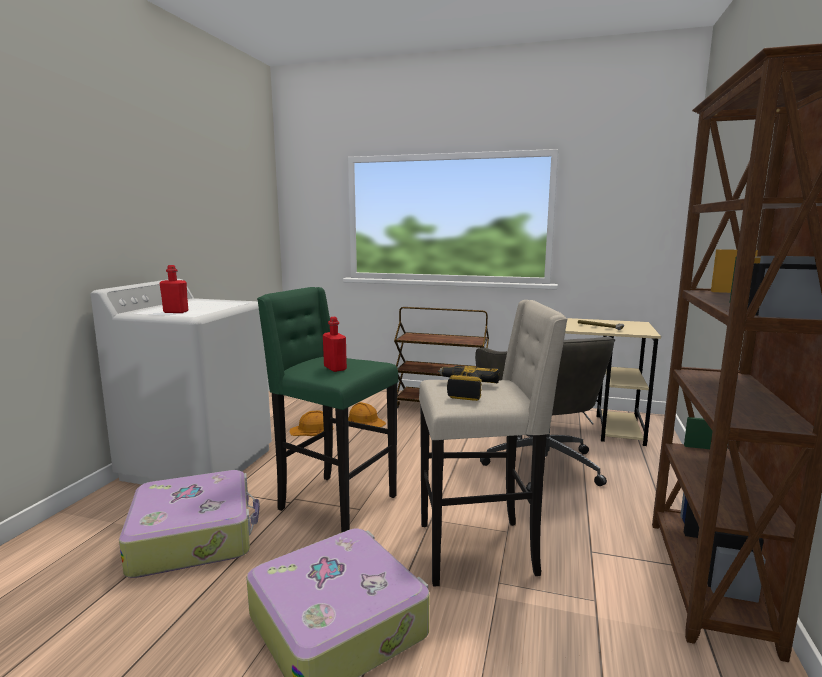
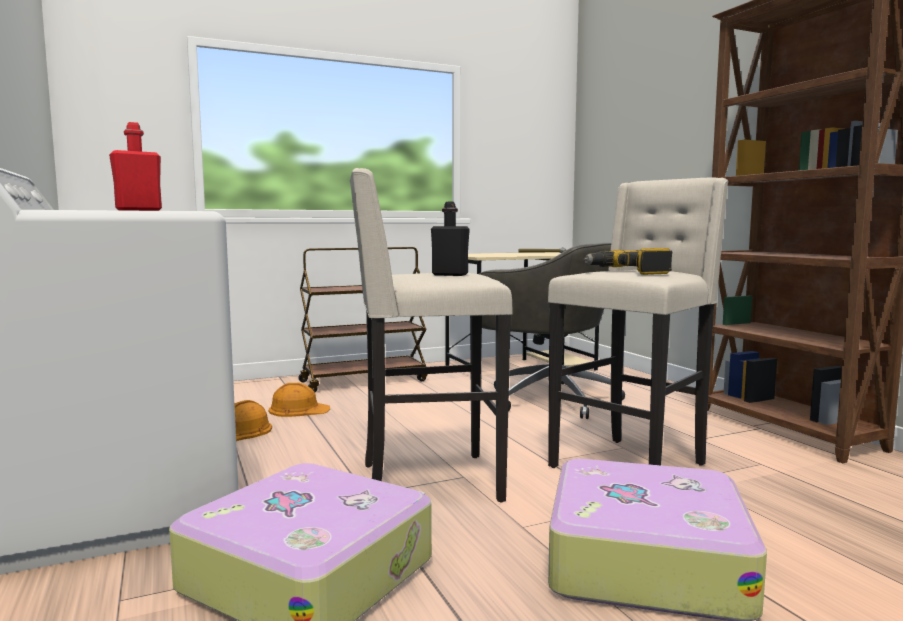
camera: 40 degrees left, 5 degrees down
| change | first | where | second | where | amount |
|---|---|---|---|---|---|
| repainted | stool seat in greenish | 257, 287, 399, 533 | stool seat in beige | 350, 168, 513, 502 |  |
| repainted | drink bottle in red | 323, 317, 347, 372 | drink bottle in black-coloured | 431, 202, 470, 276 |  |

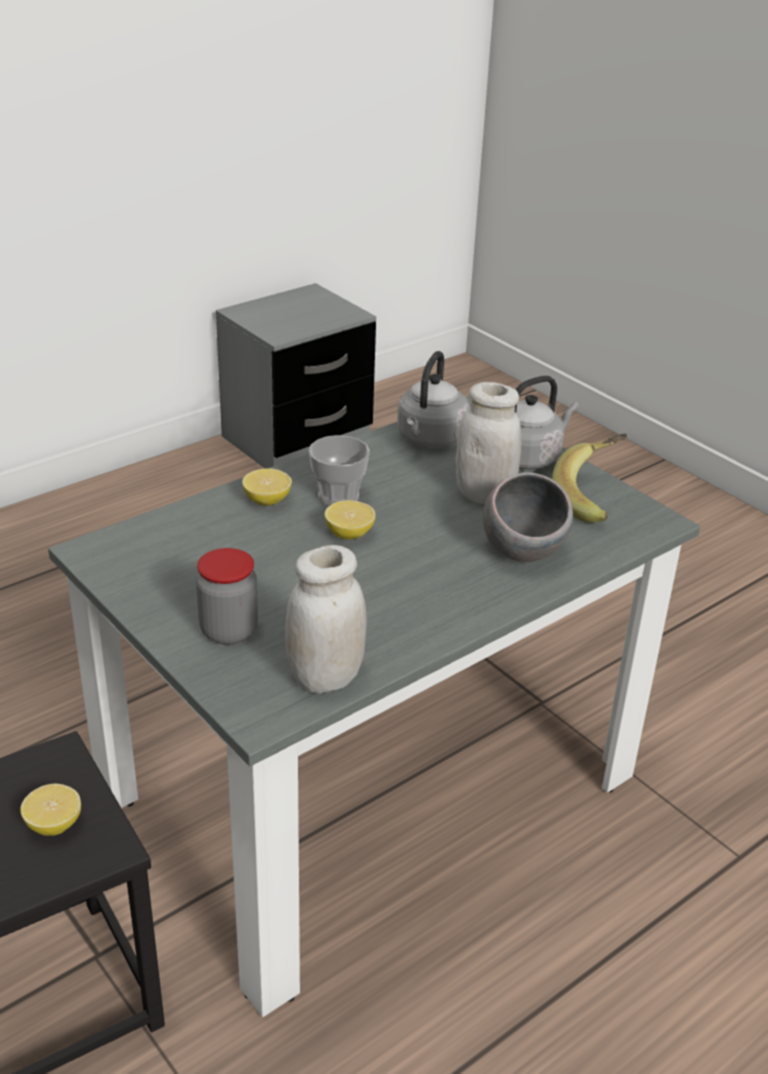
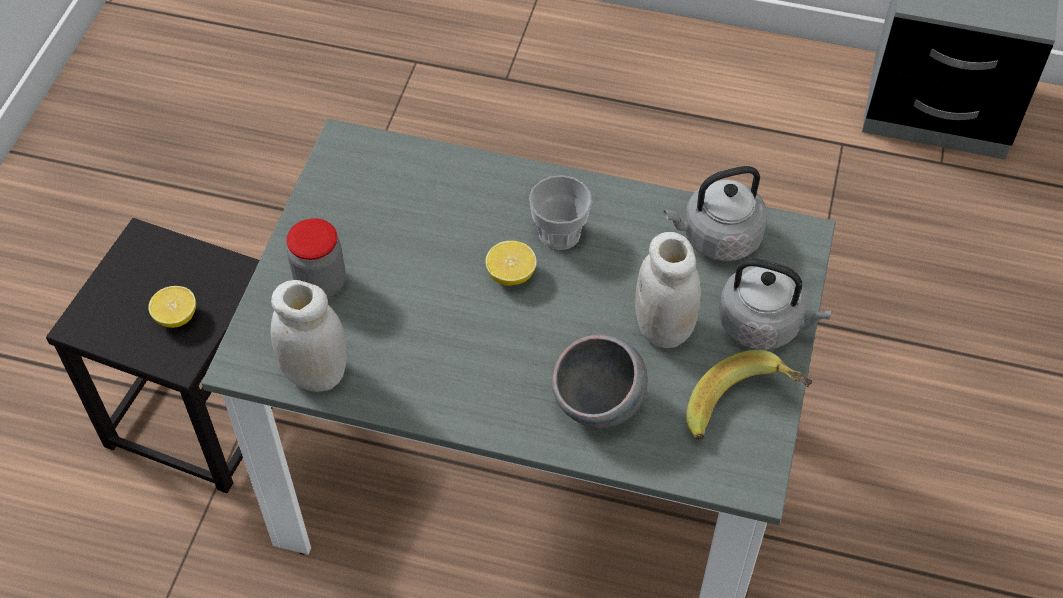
camera: 55 degrees right, 20 degrees up
| change | first | where | second | where | amount |
|---|---|---|---|---|---|
| gone | citrus fruit | 242, 468, 292, 506 |  |  |  |

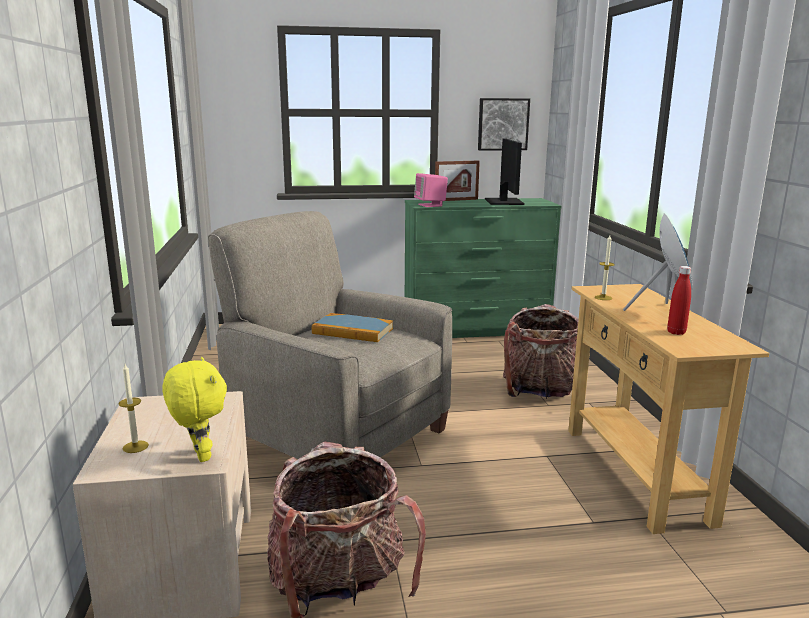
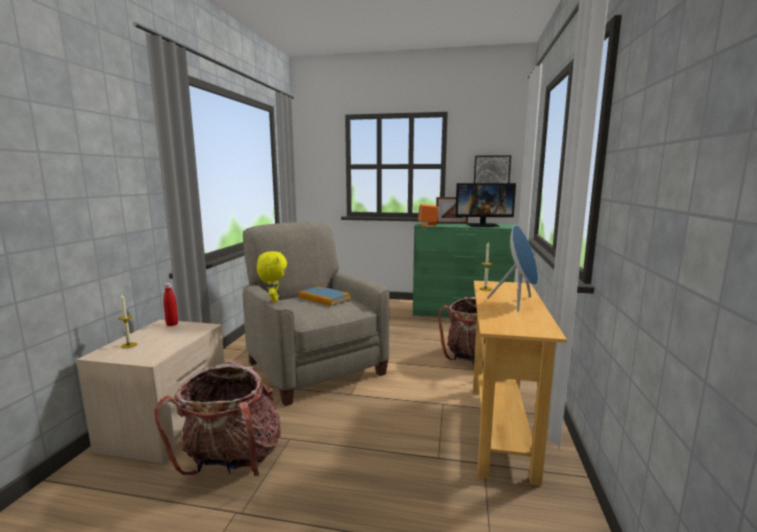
camera: 20 degrees right, 5 degrees down
| change | first | where | second | where | amount |
|---|---|---|---|---|---|
| shifted | cuddly toy in yellow | 162, 357, 227, 462 |  | 257, 251, 287, 302 |  |
| repainted | loudspeaker in pinkish | 414, 173, 448, 207 | loudspeaker in orangey | 418, 204, 438, 226 |  |
| rotated | computer screen | 485, 139, 525, 205 |  | 455, 183, 516, 227 | 75 degrees clockwise |
| shifted | drink bottle in red | 667, 266, 691, 335 |  | 163, 283, 178, 326 |  |

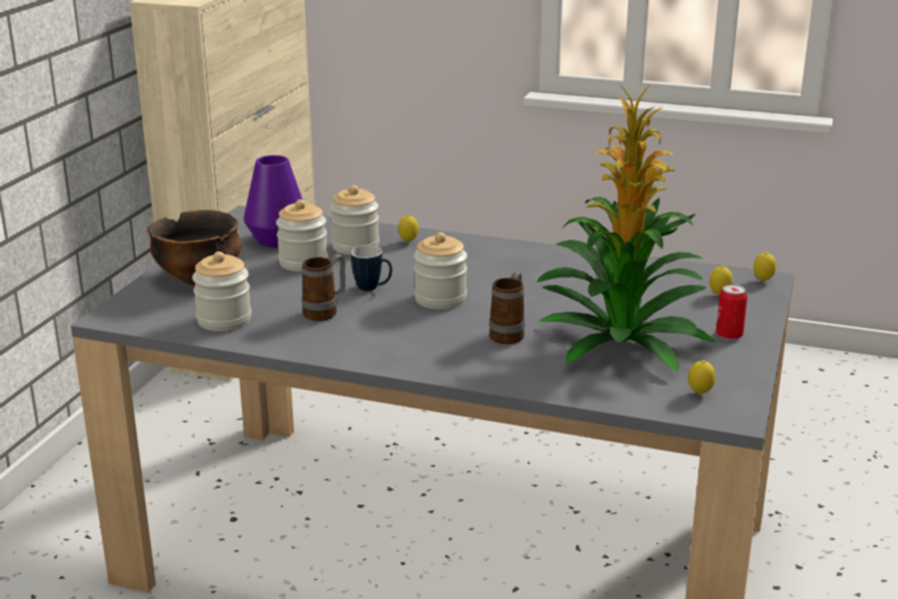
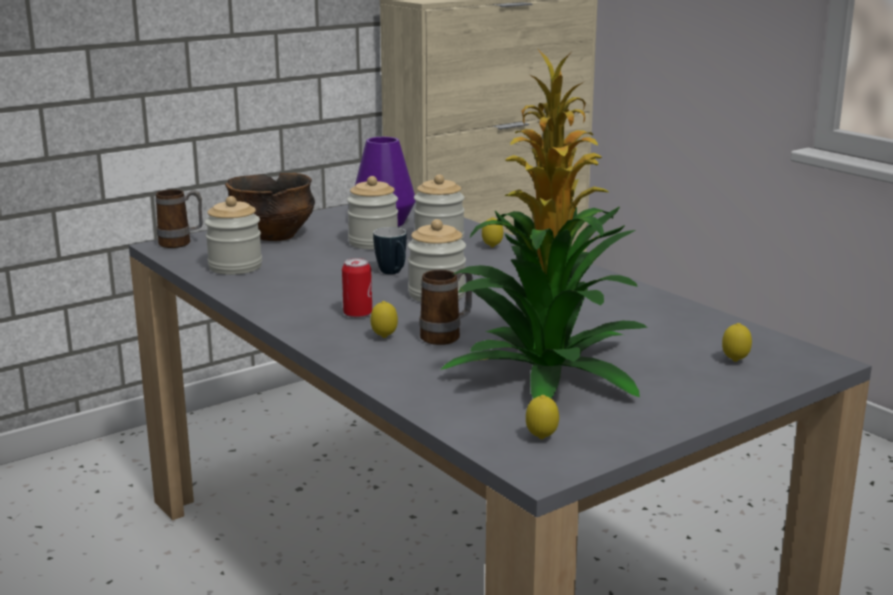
camera: 35 degrees right, 5 degrees down
| change | first | where | second | where | amount |
|---|---|---|---|---|---|
| shifted | tea mug | 302, 254, 345, 321 |  | 156, 189, 203, 248 |  |
| shifted | can | 716, 284, 748, 340 |  | 342, 258, 372, 318 |  |
| shifted | citrus fruit | 753, 252, 776, 281 |  | 370, 301, 398, 338 |  |

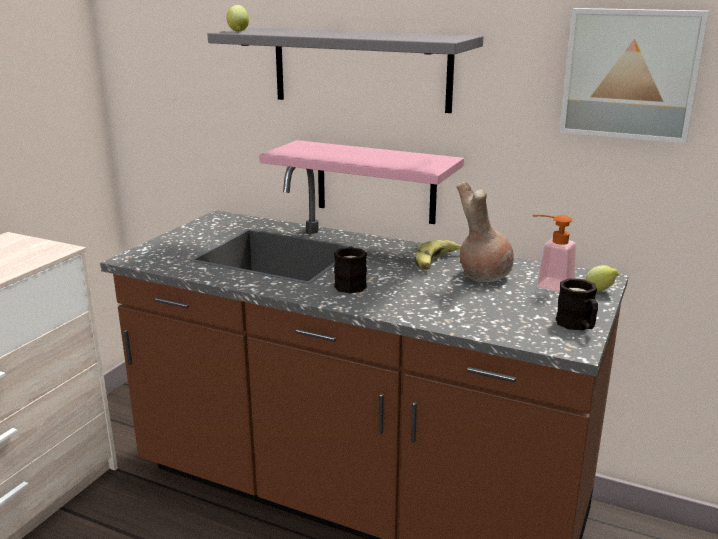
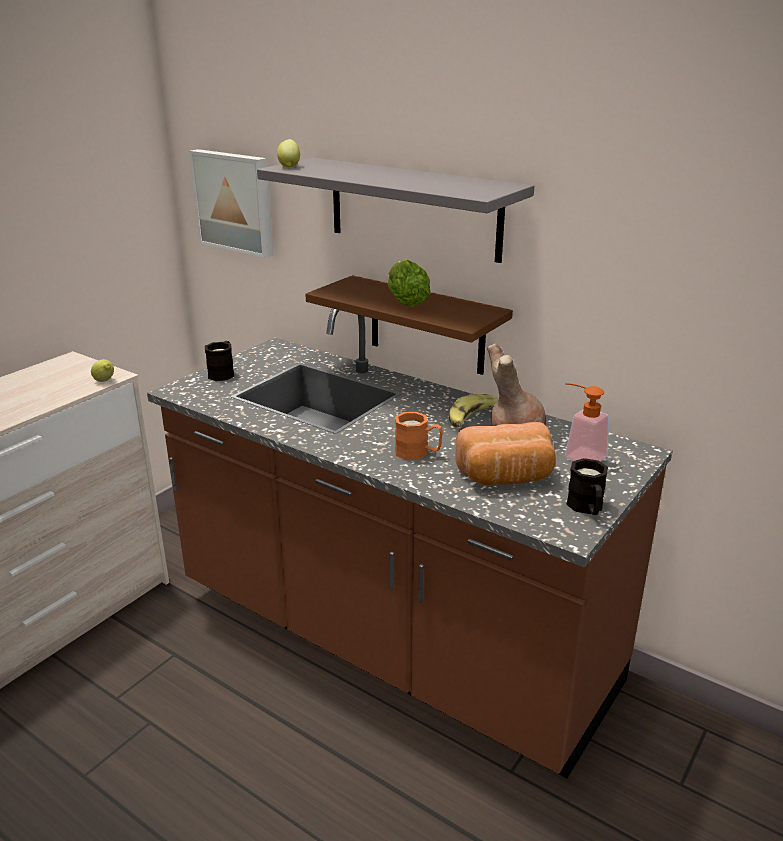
camera: 10 degrees right, 5 degrees up
| change | first | where | second | where | amount |
|---|---|---|---|---|---|
| repainted | bracket shelf in pinkish | 259, 140, 464, 224 | bracket shelf in brown-coloured | 305, 275, 513, 375 |  |
| shifted | tea mug in black-coloured | 334, 246, 367, 294 |  | 205, 341, 234, 381 |  |
| shifted | wall picture | 559, 8, 709, 143 |  | 189, 149, 273, 258 |  |
| shifted | citrus fruit | 585, 265, 619, 292 |  | 91, 359, 114, 382 |  |
| new |  |  | lettuce | 388, 260, 431, 307 |  |
| new |  |  | tea mug in orangey | 395, 412, 443, 460 |  |
| new |  |  | bread | 455, 422, 556, 485 |  |

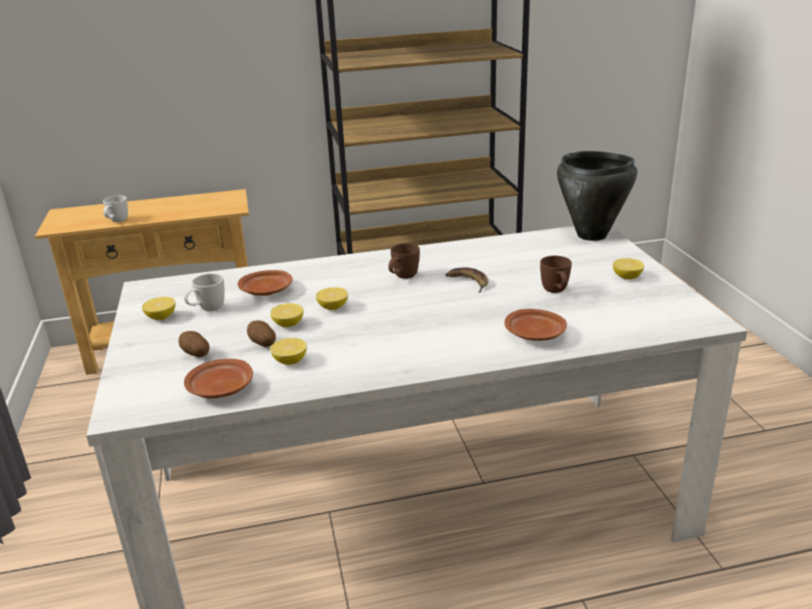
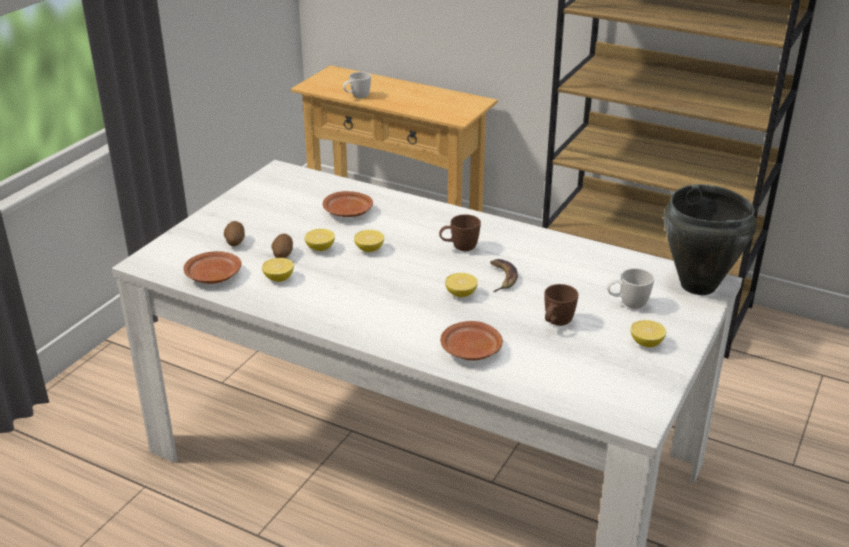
camera: 40 degrees right, 5 degrees up
| change | first | where | second | where | amount |
|---|---|---|---|---|---|
| shifted | citrus fruit | 142, 297, 176, 320 |  | 445, 273, 478, 298 |  |
| shifted | tea mug in whitish | 184, 273, 225, 311 |  | 607, 268, 654, 309 |  |

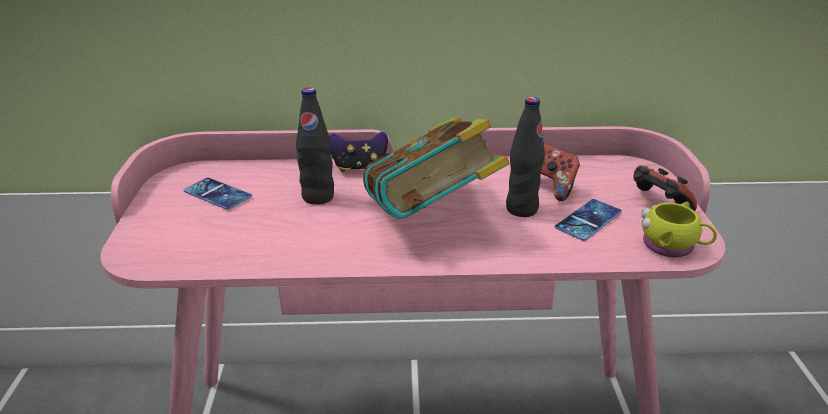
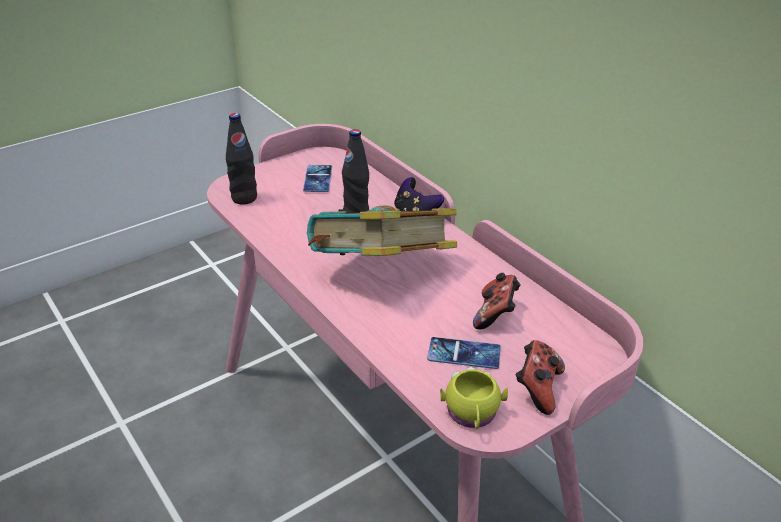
camera: 55 degrees right, 5 degrees up
| change | first | where | second | where | amount |
|---|---|---|---|---|---|
| shifted | drink bottle in black-coloured | 506, 97, 545, 217 |  | 226, 113, 257, 204 |  |

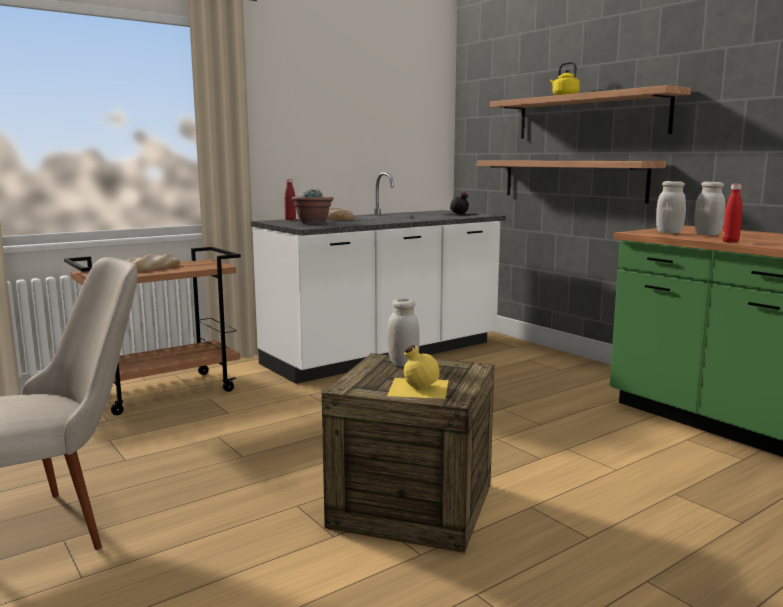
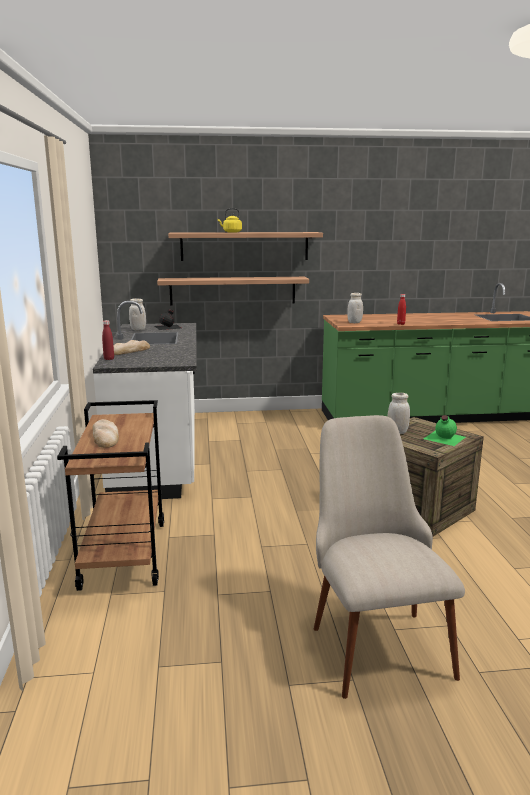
camera: 60 degrees left, 5 degrees up
| change | first | where | second | where | amount |
|---|---|---|---|---|---|
| gone | plant in a pot | 292, 189, 334, 224 |  |  |  |
| repainted | drink bottle in yellow | 387, 345, 448, 399 | drink bottle in greenish | 424, 415, 465, 446 |  |
| shifted | storage jar in whitish | 694, 181, 726, 235 |  | 129, 298, 146, 330 |  |

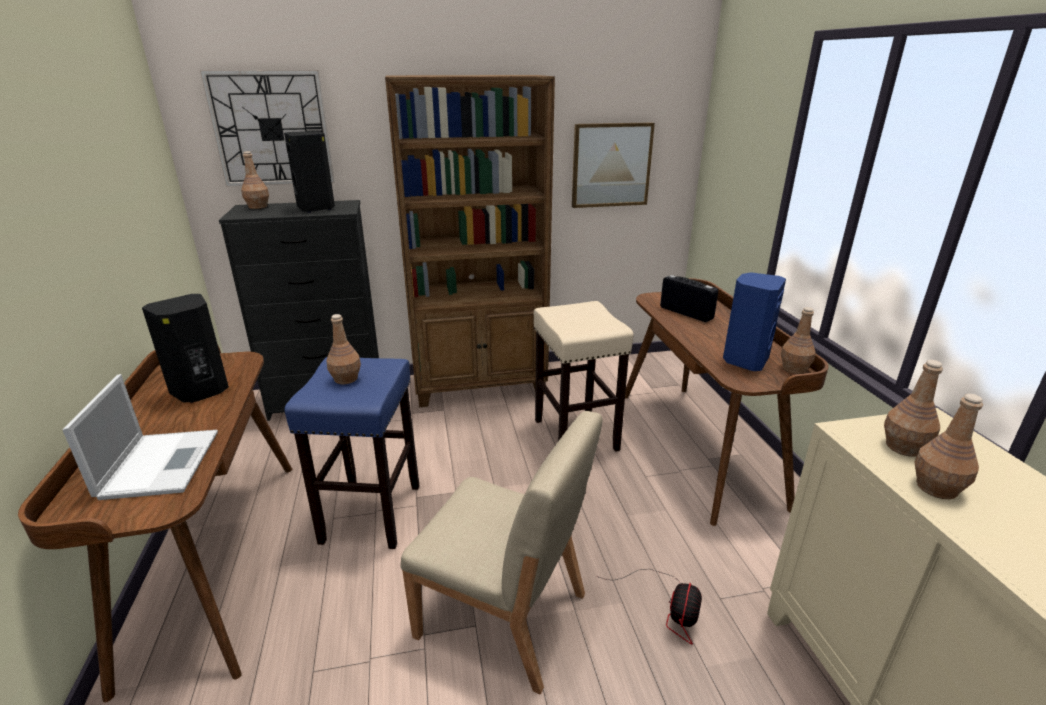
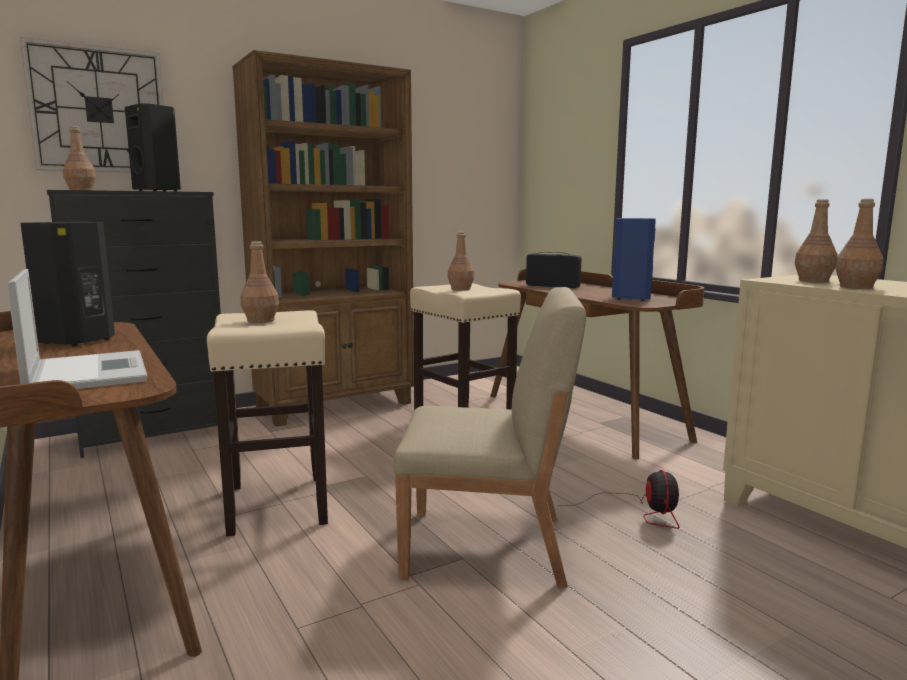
camera: 20 degrees left, 15 degrees down
| change | first | where | second | where | amount |
|---|---|---|---|---|---|
| repainted | stool seat in blue | 284, 357, 420, 549 | stool seat in beige | 207, 310, 328, 536 |  |
| gone | wall picture | 572, 122, 655, 208 |  |  |  |
| shifted | drink bottle in brown-coloured | 781, 307, 816, 374 |  | 448, 232, 474, 291 |  |

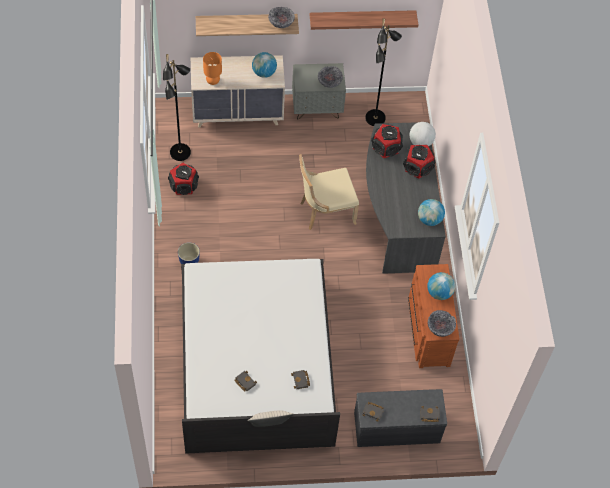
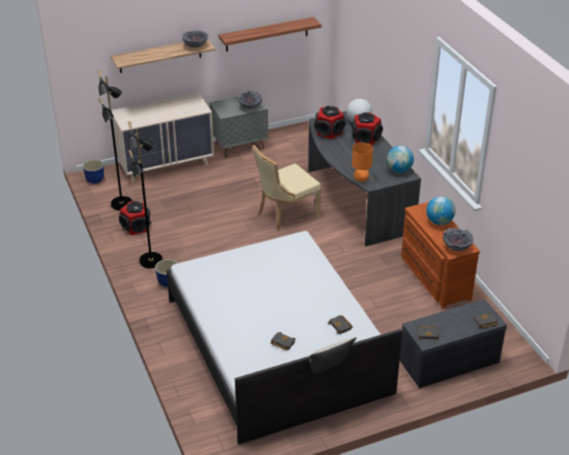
camera: 15 degrees left, 20 degrees down
| change | first | where | second | where | amount |
|---|---|---|---|---|---|
| shifted | table lamp in orangey | 203, 52, 222, 85 |  | 352, 143, 373, 182 |  |
| gone | globe | 252, 52, 277, 78 |  |  |  |
| shifted | standard lamp in black-coloured | 365, 18, 402, 126 |  | 128, 122, 163, 268 |  |
| new |  |  | flower pot | 83, 160, 104, 184 |  |

